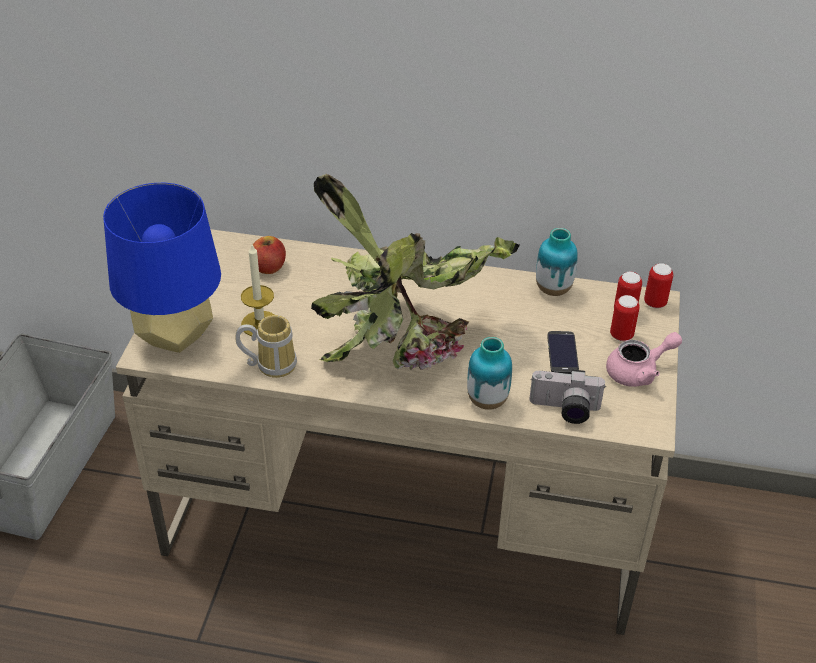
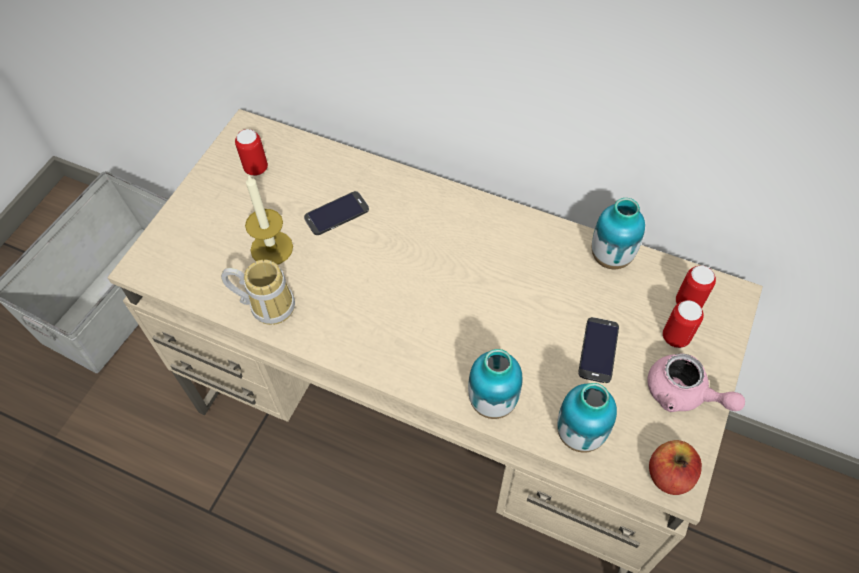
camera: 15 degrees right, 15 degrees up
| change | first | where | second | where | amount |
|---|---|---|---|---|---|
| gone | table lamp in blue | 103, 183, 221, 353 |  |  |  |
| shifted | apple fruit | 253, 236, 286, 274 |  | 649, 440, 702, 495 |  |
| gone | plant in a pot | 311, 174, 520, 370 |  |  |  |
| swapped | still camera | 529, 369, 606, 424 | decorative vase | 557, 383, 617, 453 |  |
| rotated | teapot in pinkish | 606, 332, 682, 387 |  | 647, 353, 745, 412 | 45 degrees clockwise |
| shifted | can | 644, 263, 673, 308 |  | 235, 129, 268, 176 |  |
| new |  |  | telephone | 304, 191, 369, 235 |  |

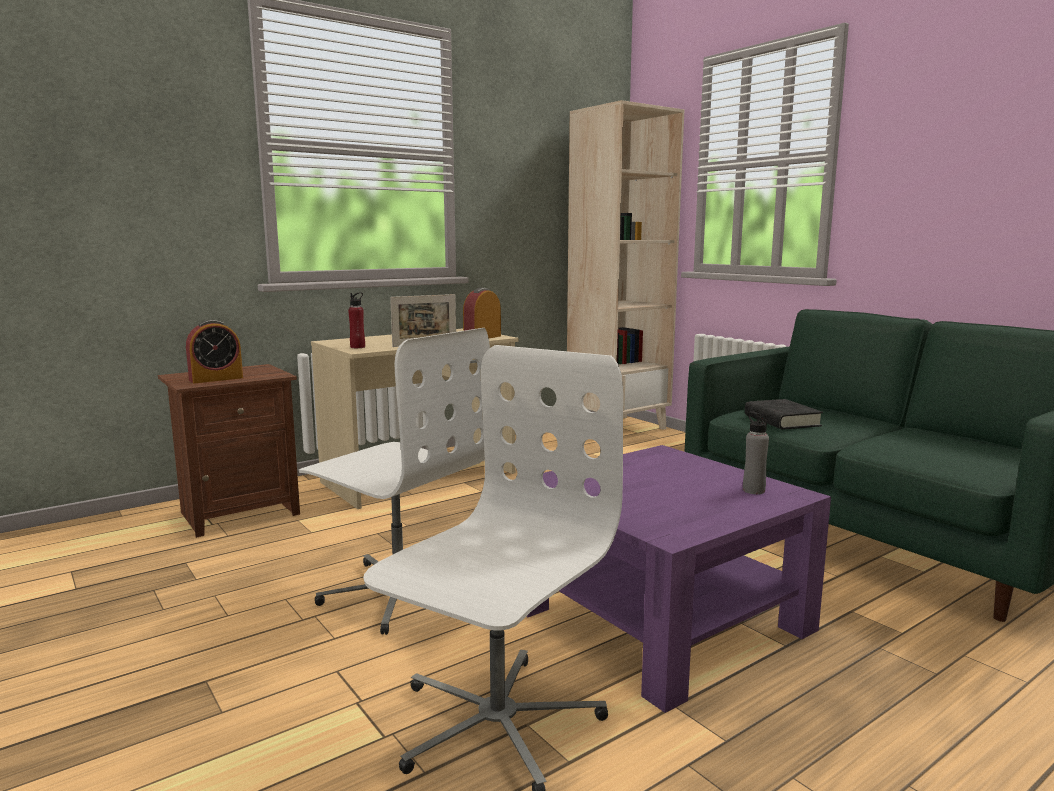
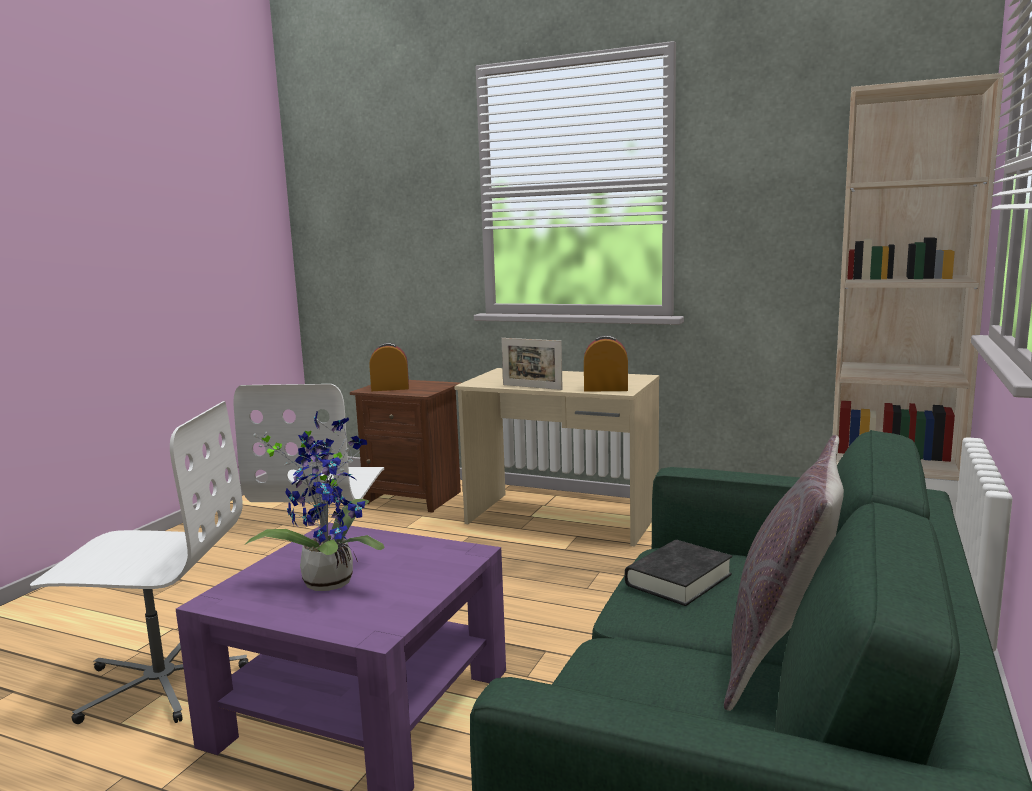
camera: 60 degrees right, 0 degrees up
| change | first | where | second | where | amount |
|---|---|---|---|---|---|
| rotated | alarm clock | 186, 320, 243, 383 |  | 369, 343, 409, 391 | 150 degrees clockwise |
| gone | drink bottle in red | 348, 292, 365, 348 |  |  |  |
| gone | drink bottle in greyish | 743, 411, 769, 494 |  |  |  |
| new |  |  | plant in a pot | 244, 411, 384, 591 |  |
| new |  |  | throw pillow in greyish | 724, 435, 844, 711 |  |

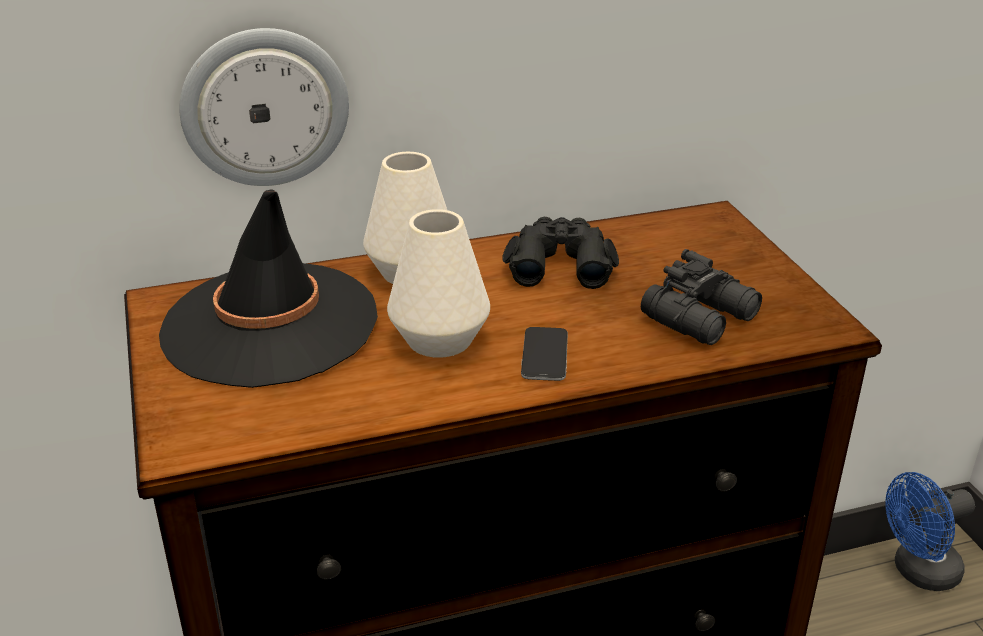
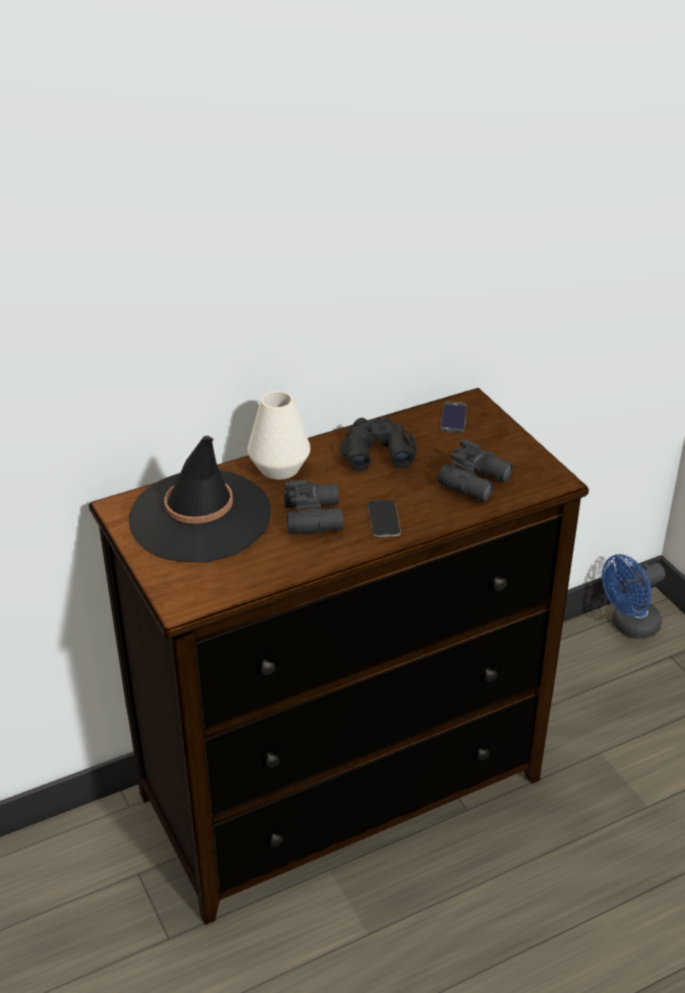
camera: 10 degrees left, 5 degrees up
| change | first | where | second | where | amount |
|---|---|---|---|---|---|
| gone | hanging clock | 179, 28, 349, 186 |  |  |  |
| swapped | decorative vase in whitish | 387, 209, 490, 358 | binoculars in black-coloured | 284, 480, 343, 534 |  |
| new |  |  | telephone | 440, 402, 467, 433 |  |

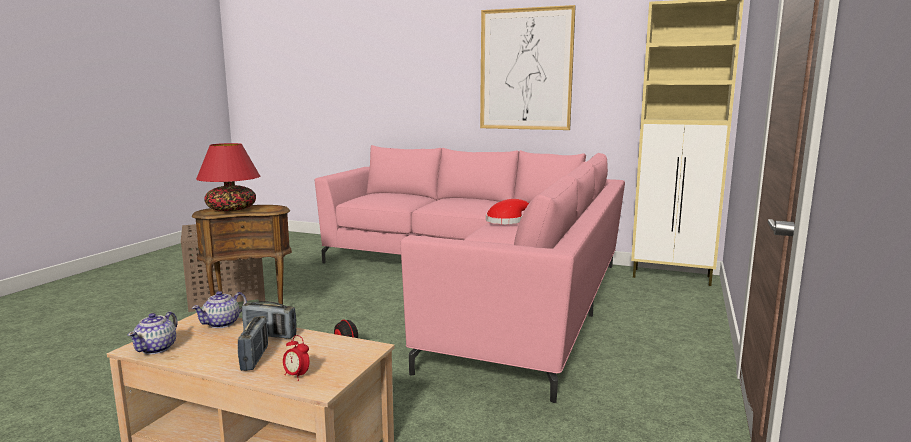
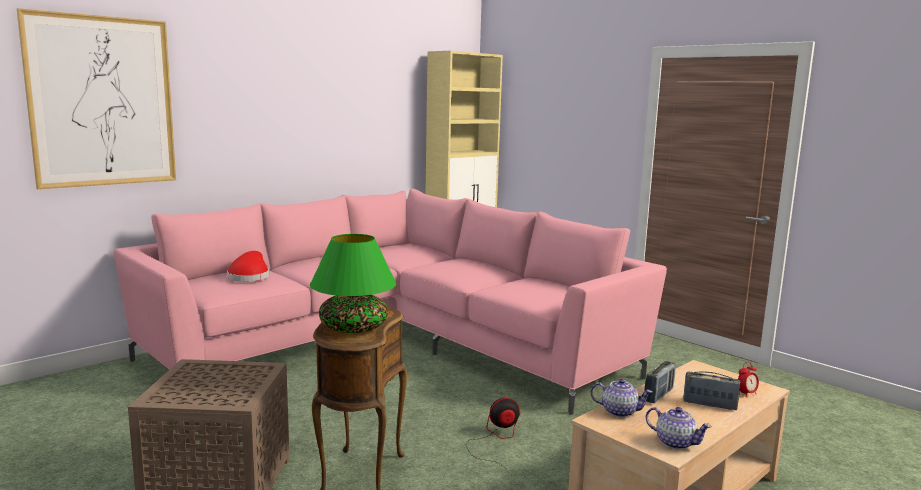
camera: 65 degrees left, 0 degrees up
| change | first | where | second | where | amount |
|---|---|---|---|---|---|
| rotated | teapot | 192, 291, 247, 328 |  | 590, 379, 653, 418 | 45 degrees counterclockwise |
| repainted | table lamp in red | 196, 143, 260, 211 | table lamp in greenish | 310, 234, 396, 333 |  |
| shifted | wall picture | 480, 5, 576, 130 |  | 17, 8, 176, 189 |  |
| shifted | hat in red | 486, 199, 529, 224 |  | 227, 251, 269, 282 |  |

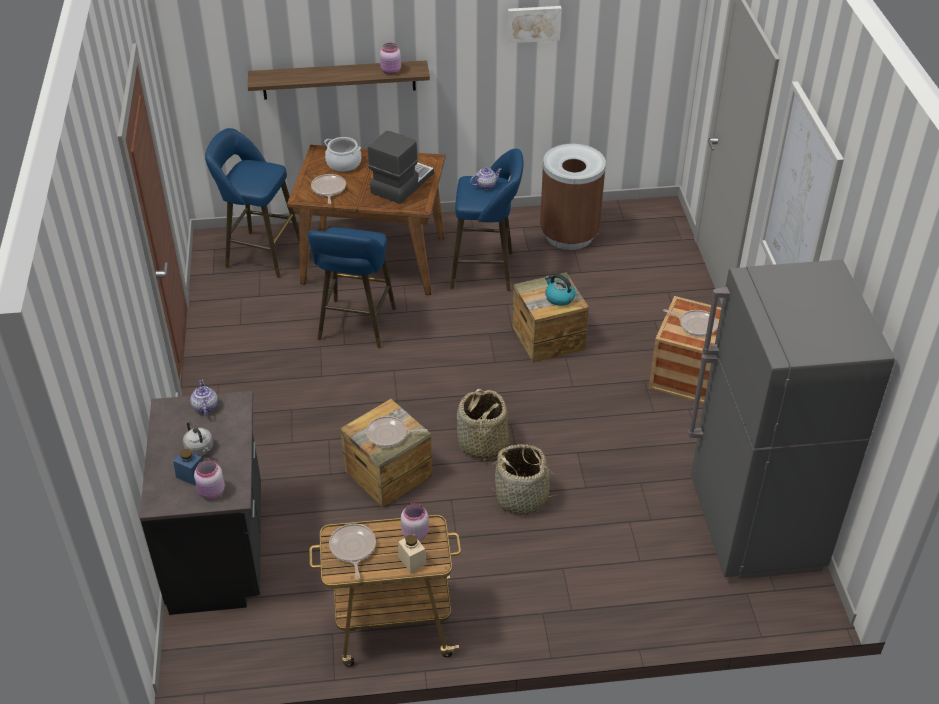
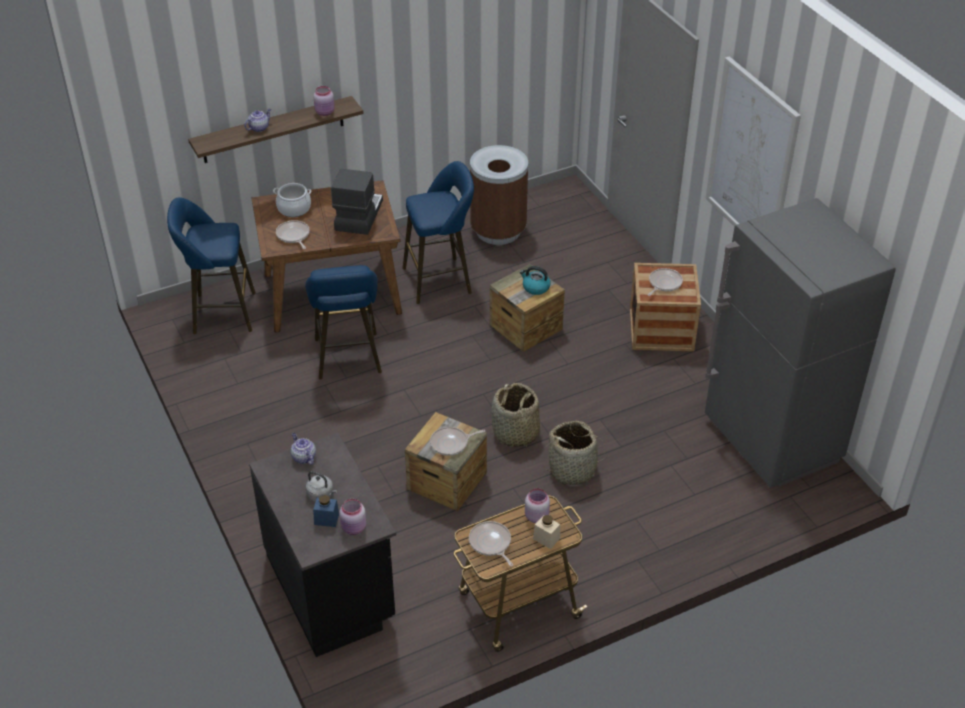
camera: 20 degrees left, 0 degrees up
| change | first | where | second | where | amount |
|---|---|---|---|---|---|
| shifted | teapot | 470, 168, 502, 190 |  | 244, 109, 271, 132 |  |
| gone | wall picture | 507, 6, 562, 43 |  |  |  |
| rotated | skillet | 663, 309, 718, 336 |  | 648, 268, 683, 296 | 60 degrees counterclockwise |

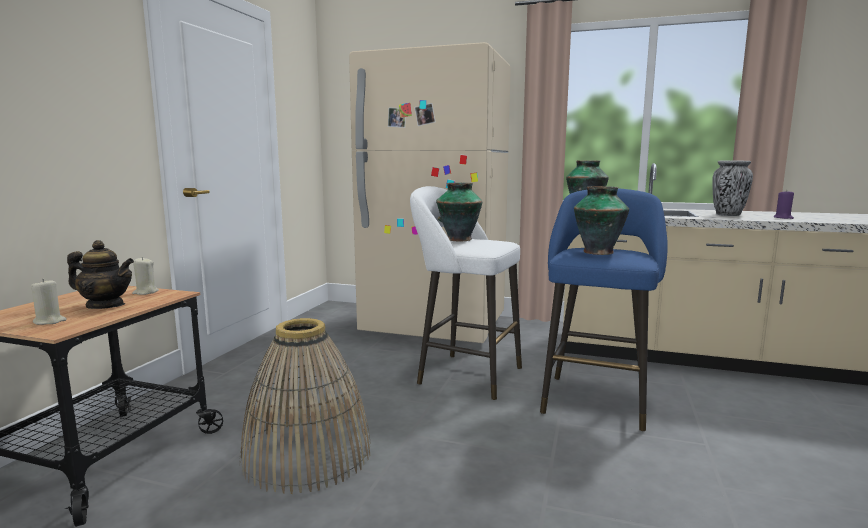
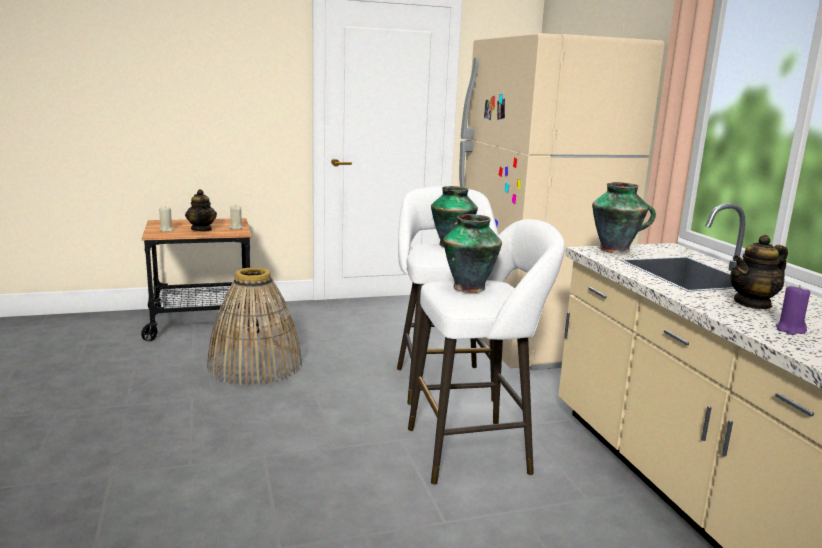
camera: 55 degrees right, 5 degrees up
| change | first | where | second | where | amount |
|---|---|---|---|---|---|
| repainted | stool seat in blue | 540, 188, 668, 431 | stool seat in whitish | 408, 219, 565, 484 |  |
| swapped | decorative vase | 712, 161, 753, 216 | teapot | 730, 235, 788, 309 |  |

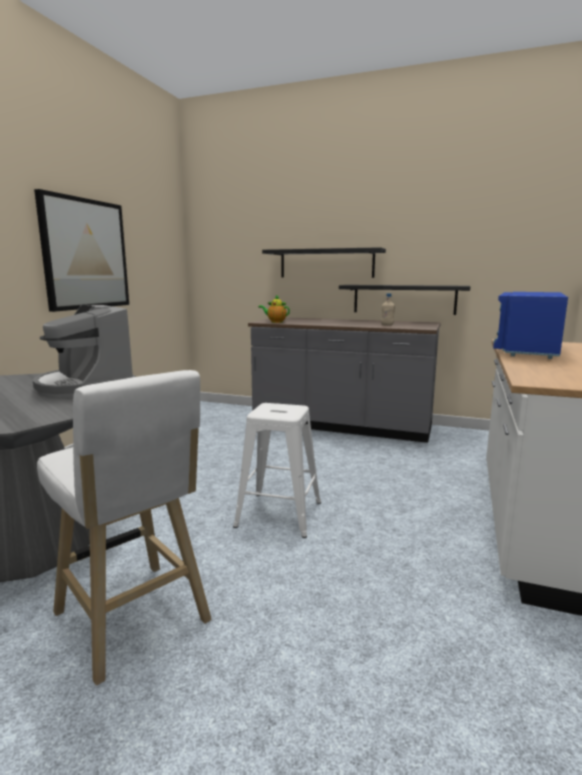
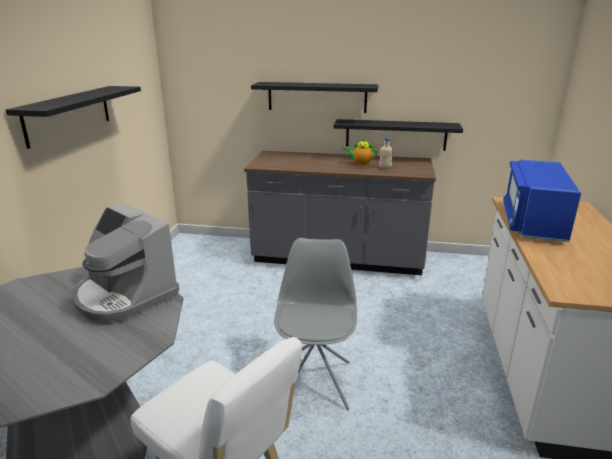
camera: 10 degrees left, 10 degrees up
| change | first | where | second | where | amount |
|---|---|---|---|---|---|
| swapped | wall picture | 34, 189, 129, 312 | bracket shelf in black-coloured | 6, 86, 141, 149 |  |
| swapped | stool seat in whitish | 233, 403, 321, 538 | chair in greyish | 274, 238, 357, 410 |  |
| shifted | teapot | 259, 295, 290, 323 |  | 343, 137, 377, 166 |  |

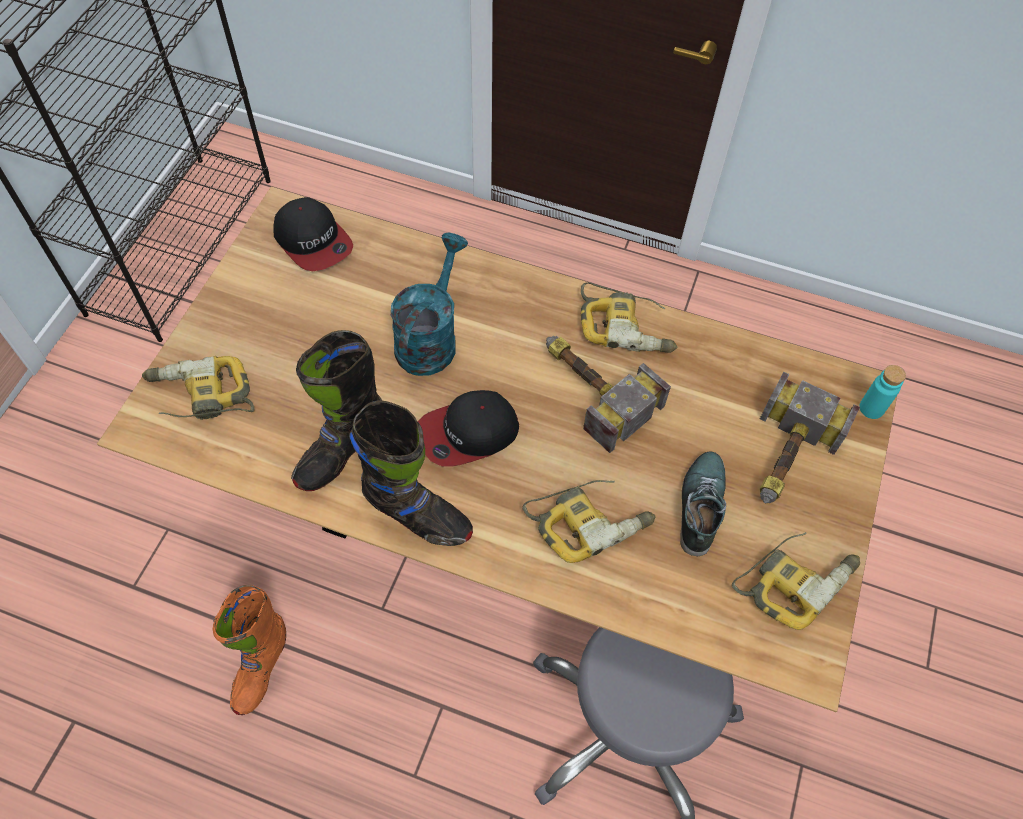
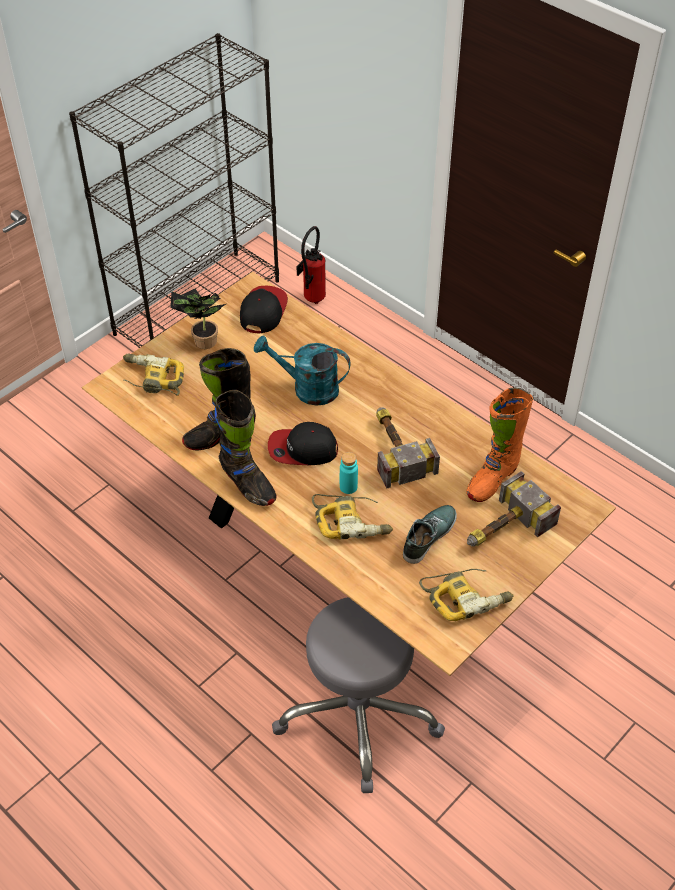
camera: 25 degrees right, 10 degrees down
| change | first | where | second | where | amount |
|---|---|---|---|---|---|
| shifted | boot in orangey | 213, 585, 286, 715 |  | 466, 388, 533, 502 |  |
| rotated | peaked cap | 273, 197, 353, 271 |  | 240, 285, 288, 333 | 150 degrees counterclockwise |
| rotated | watering can in turquoise-coloured | 391, 233, 468, 376 |  | 254, 336, 351, 406 | 120 degrees counterclockwise |
| gone | electric drill | 581, 282, 678, 353 |  |  |  |
| shifted | drink bottle in turquoise-coloured | 859, 365, 906, 419 |  | 340, 452, 358, 494 |  |
| new |  |  | plant in a pot | 170, 289, 226, 349 |  |
| new |  |  | extinguisher | 296, 226, 326, 304 |  |

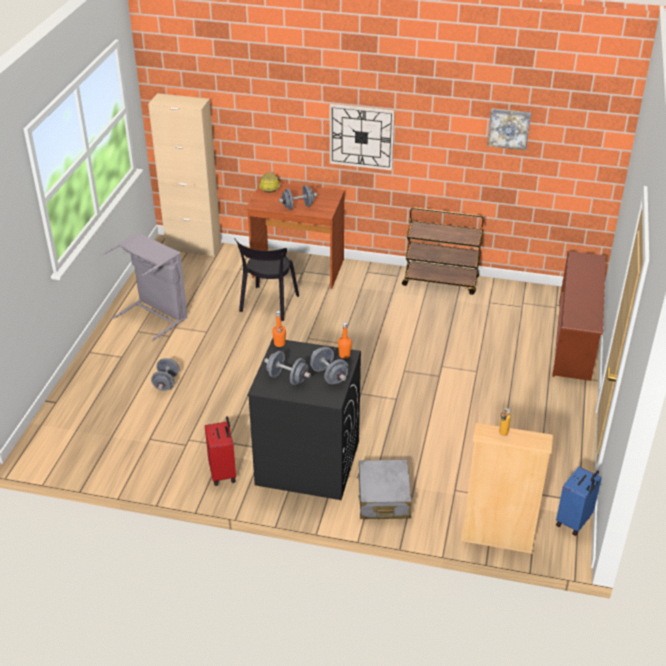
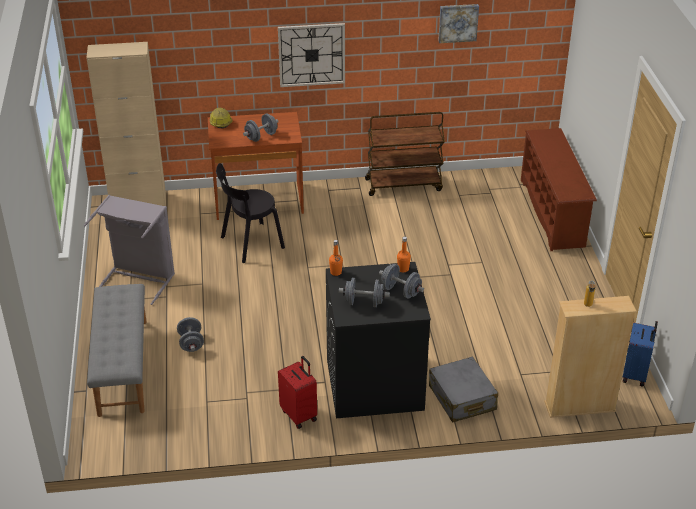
camera: 20 degrees left, 0 degrees up
| change | first | where | second | where | amount |
|---|---|---|---|---|---|
| rotated | chair in black-coloured | 234, 238, 299, 321 |  | 216, 163, 285, 263 | 60 degrees clockwise |
| new |  |  | long seat in greyish | 87, 284, 147, 417 |  |

